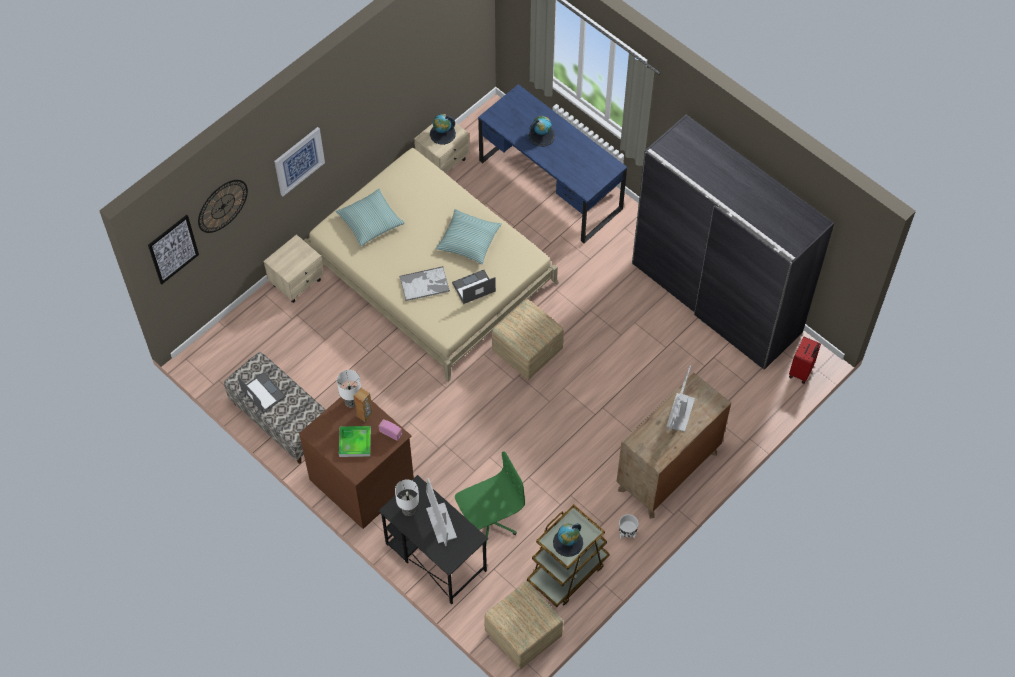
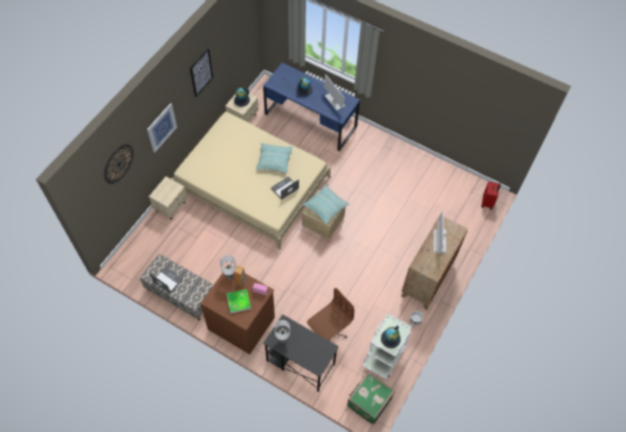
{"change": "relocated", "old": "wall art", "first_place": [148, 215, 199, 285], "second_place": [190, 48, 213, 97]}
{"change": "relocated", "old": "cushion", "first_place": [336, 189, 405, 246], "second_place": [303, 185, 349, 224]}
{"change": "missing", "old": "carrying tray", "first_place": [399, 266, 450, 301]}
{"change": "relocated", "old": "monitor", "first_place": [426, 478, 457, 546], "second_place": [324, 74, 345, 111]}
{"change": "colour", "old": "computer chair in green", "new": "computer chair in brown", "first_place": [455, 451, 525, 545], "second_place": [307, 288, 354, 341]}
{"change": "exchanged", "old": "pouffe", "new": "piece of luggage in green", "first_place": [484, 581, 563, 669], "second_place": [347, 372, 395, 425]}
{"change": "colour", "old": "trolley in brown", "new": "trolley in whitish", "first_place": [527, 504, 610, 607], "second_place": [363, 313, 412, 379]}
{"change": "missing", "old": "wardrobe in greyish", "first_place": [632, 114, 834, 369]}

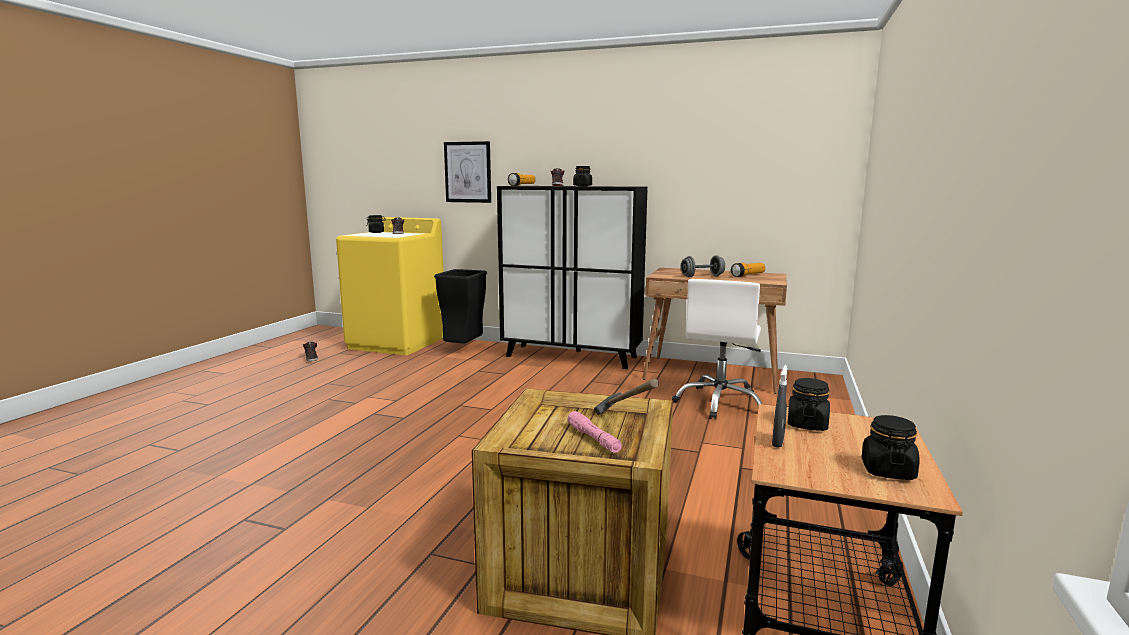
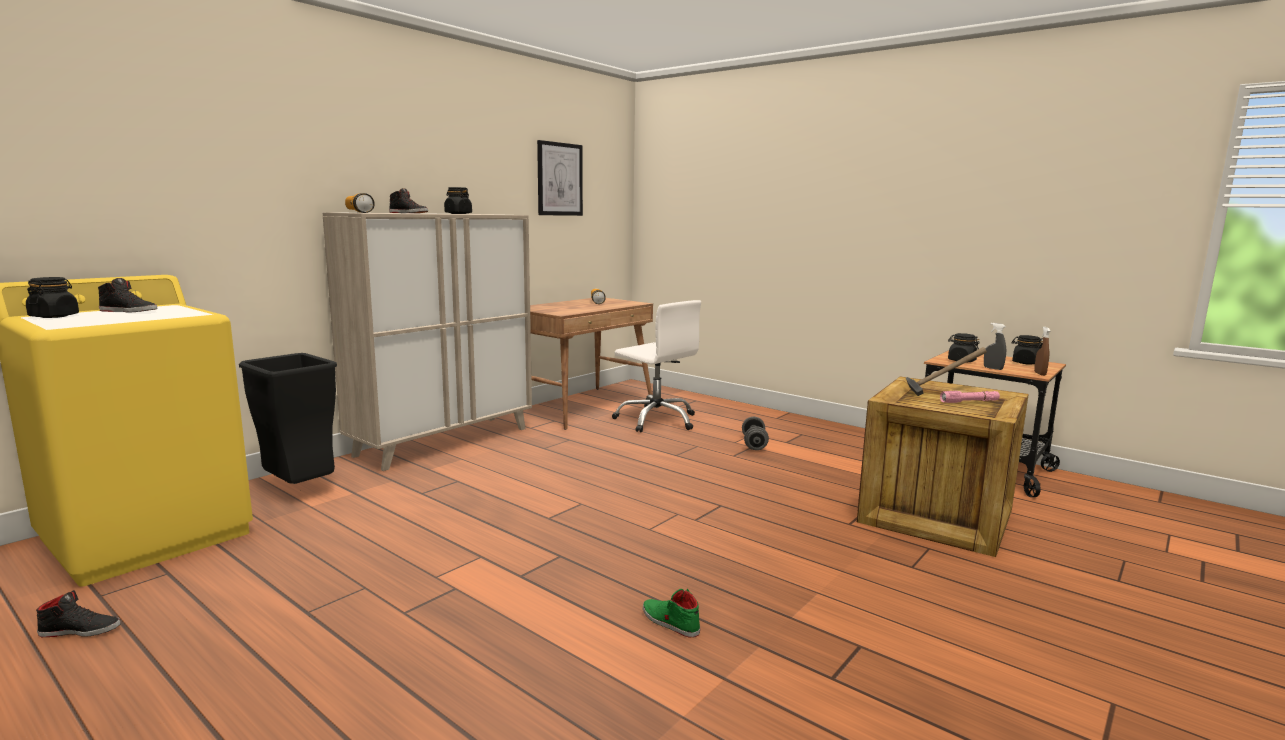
{"change": "relocated", "old": "wall art", "first_place": [444, 141, 491, 203], "second_place": [537, 140, 583, 216]}
{"change": "colour", "old": "cabinet in black", "new": "cabinet in beige-coloured", "first_place": [497, 186, 647, 369], "second_place": [323, 212, 532, 471]}
{"change": "relocated", "old": "dumbbell in greyish", "first_place": [681, 255, 725, 277], "second_place": [742, 417, 769, 450]}
{"change": "appeared", "new": "low shoe in green", "second_place": [643, 589, 700, 638]}
{"change": "appeared", "new": "hand sprayer in brown", "second_place": [1034, 327, 1050, 376]}

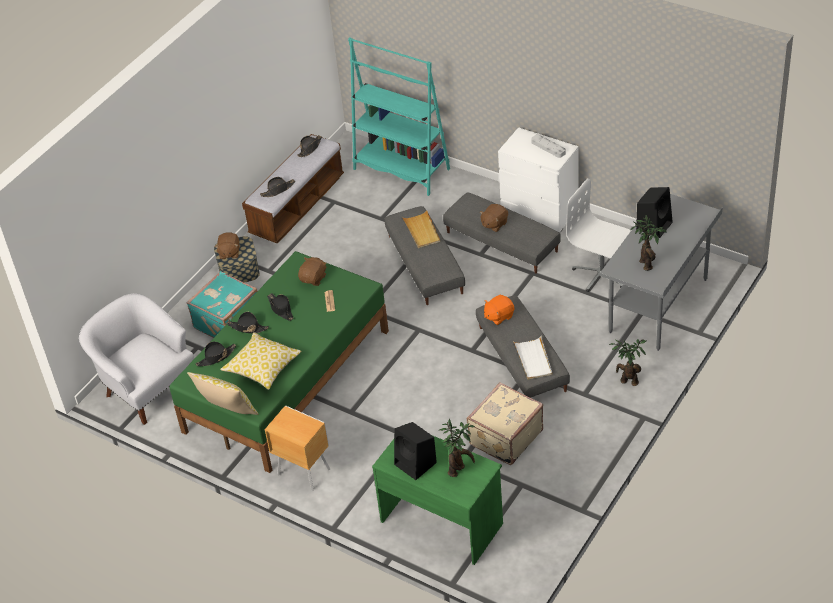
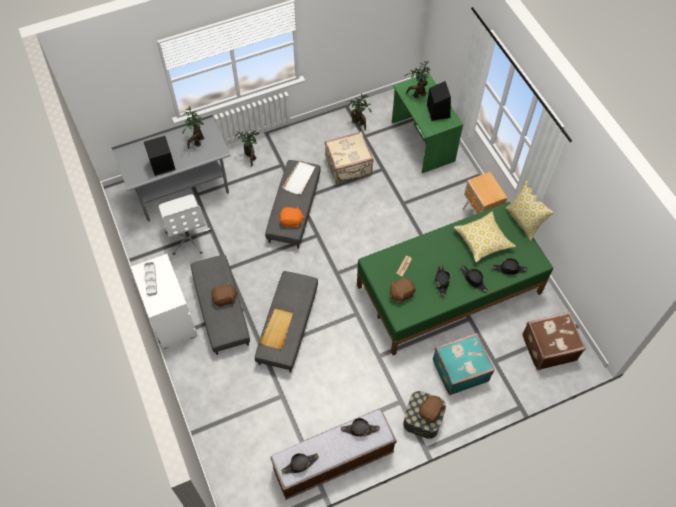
{"change": "exchanged", "old": "easy chair in whitish", "new": "piece of luggage in brown", "first_place": [79, 294, 195, 425], "second_place": [522, 312, 586, 370]}
{"change": "missing", "old": "bookcase in turquoise", "first_place": [348, 37, 450, 196]}
{"change": "appeared", "new": "plant in a pot", "second_place": [348, 94, 372, 130]}

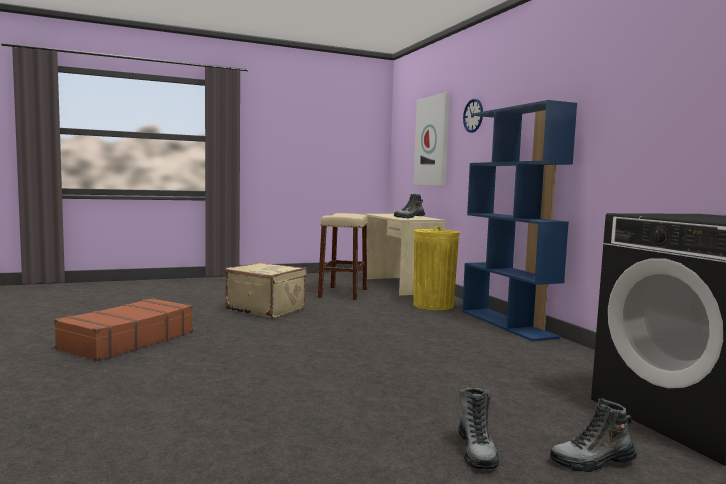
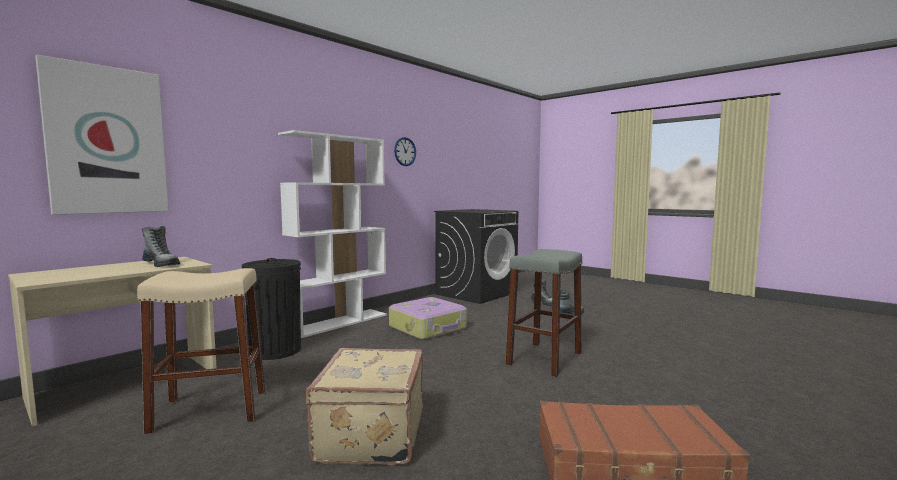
{"change": "colour", "old": "waste bin in yellow-coloured", "new": "waste bin in black", "first_place": [413, 227, 460, 310], "second_place": [242, 258, 301, 360]}
{"change": "colour", "old": "bookcase in blue", "new": "bookcase in whitish", "first_place": [462, 100, 577, 342], "second_place": [278, 130, 387, 338]}
{"change": "relocated", "old": "wall clock", "first_place": [463, 99, 483, 133], "second_place": [394, 137, 416, 166]}
{"change": "appeared", "new": "piece of luggage", "second_place": [389, 297, 467, 340]}
{"change": "appeared", "new": "sitting stool in greyish", "second_place": [506, 249, 583, 377]}

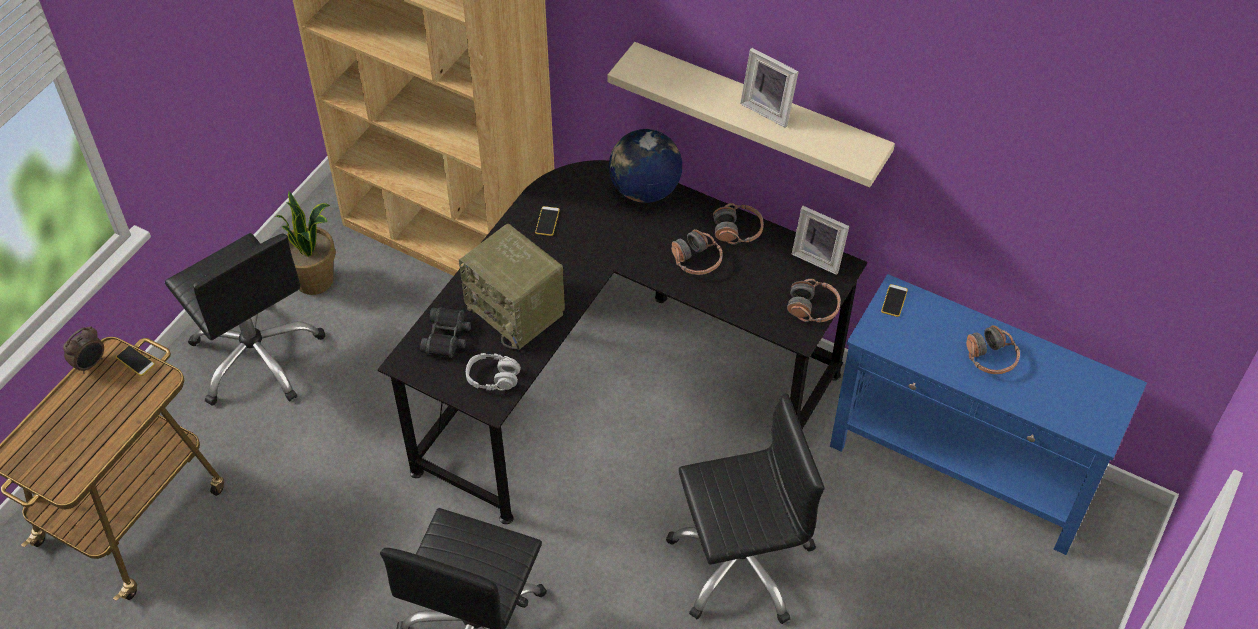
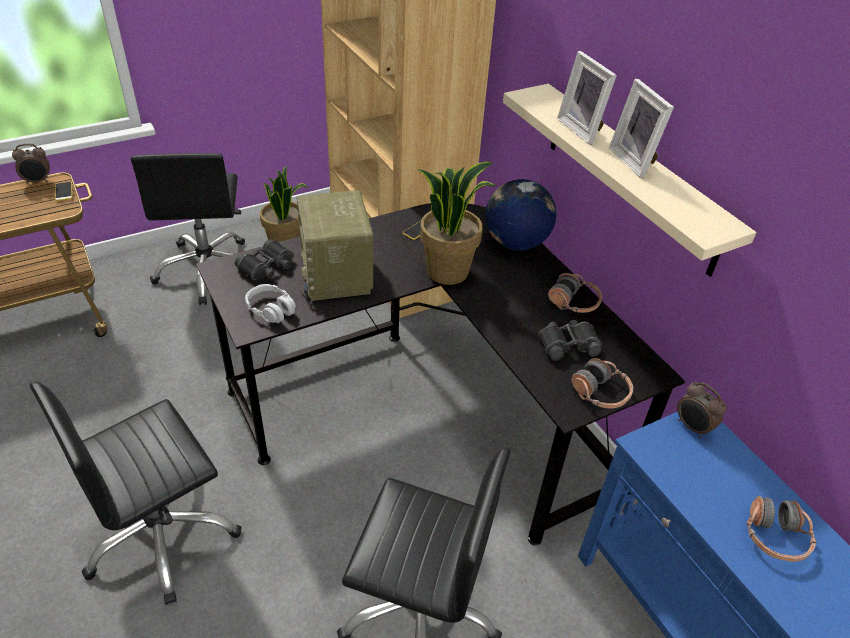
{"change": "missing", "old": "headset", "first_place": [671, 229, 723, 275]}
{"change": "relocated", "old": "standing frame", "first_place": [792, 206, 850, 275], "second_place": [557, 51, 617, 145]}
{"change": "exchanged", "old": "handset", "new": "alarm clock", "first_place": [881, 284, 908, 317], "second_place": [677, 382, 726, 438]}
{"change": "appeared", "new": "plant in a pot", "second_place": [417, 162, 497, 285]}
{"change": "appeared", "new": "pair of binoculars in black", "second_place": [538, 320, 602, 361]}

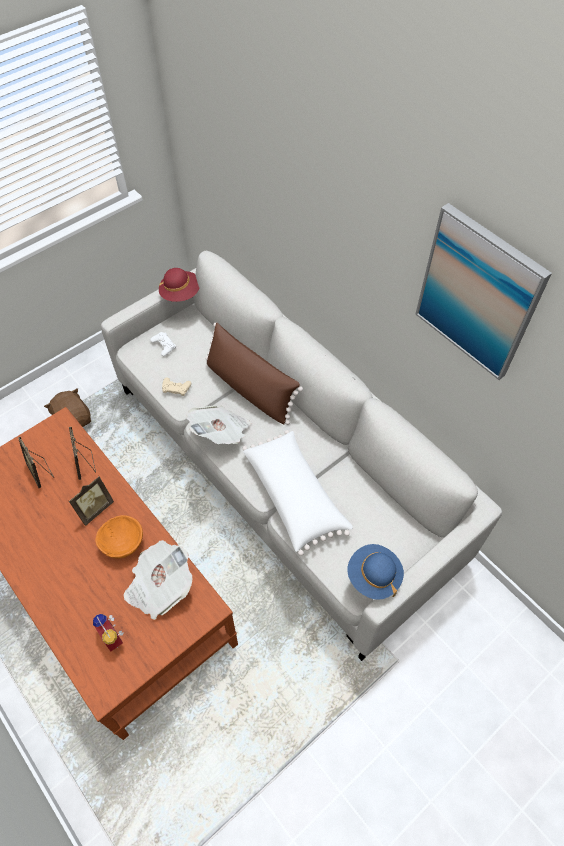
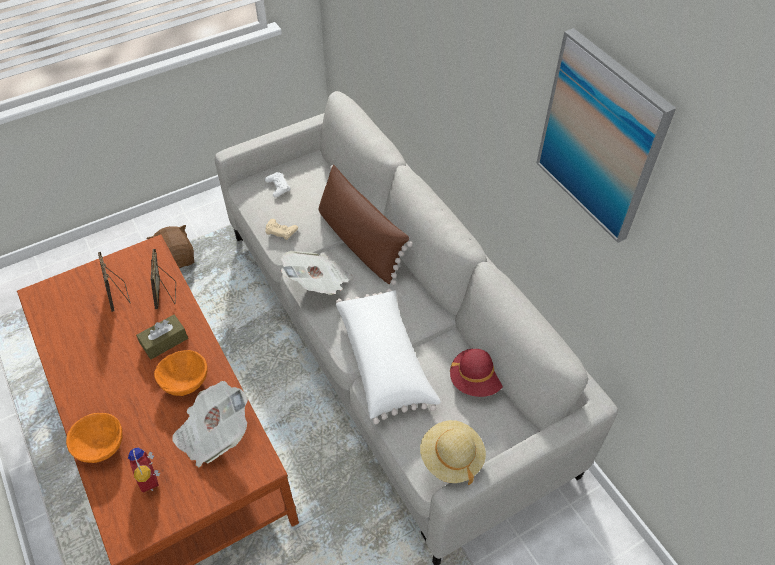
{"change": "exchanged", "old": "standing frame", "new": "tissue box in brown", "first_place": [68, 476, 114, 526], "second_place": [136, 314, 188, 360]}
{"change": "relocated", "old": "wearable hat in reddish", "first_place": [159, 268, 199, 302], "second_place": [450, 348, 503, 397]}
{"change": "colour", "old": "wearable hat in blue", "new": "wearable hat in beige-coloured", "first_place": [347, 544, 404, 600], "second_place": [420, 420, 486, 485]}
{"change": "appeared", "new": "serving bowl in orange", "second_place": [66, 413, 123, 463]}

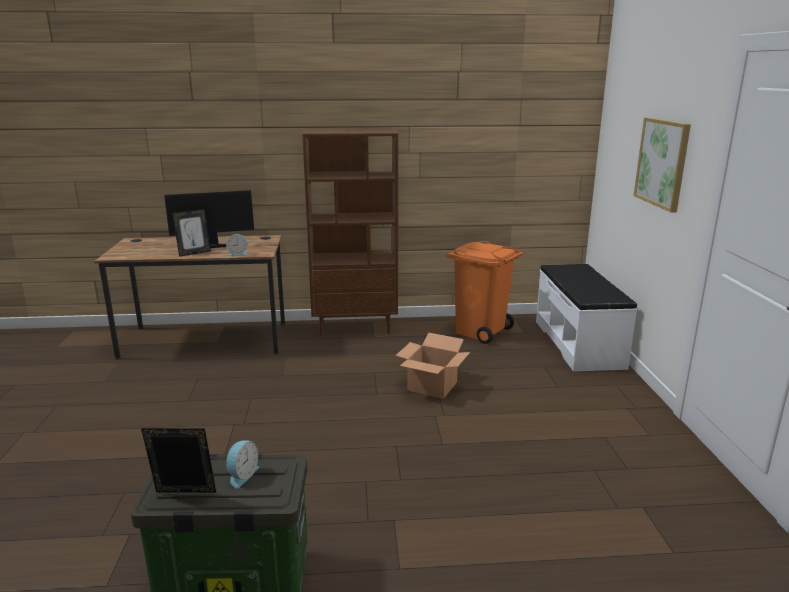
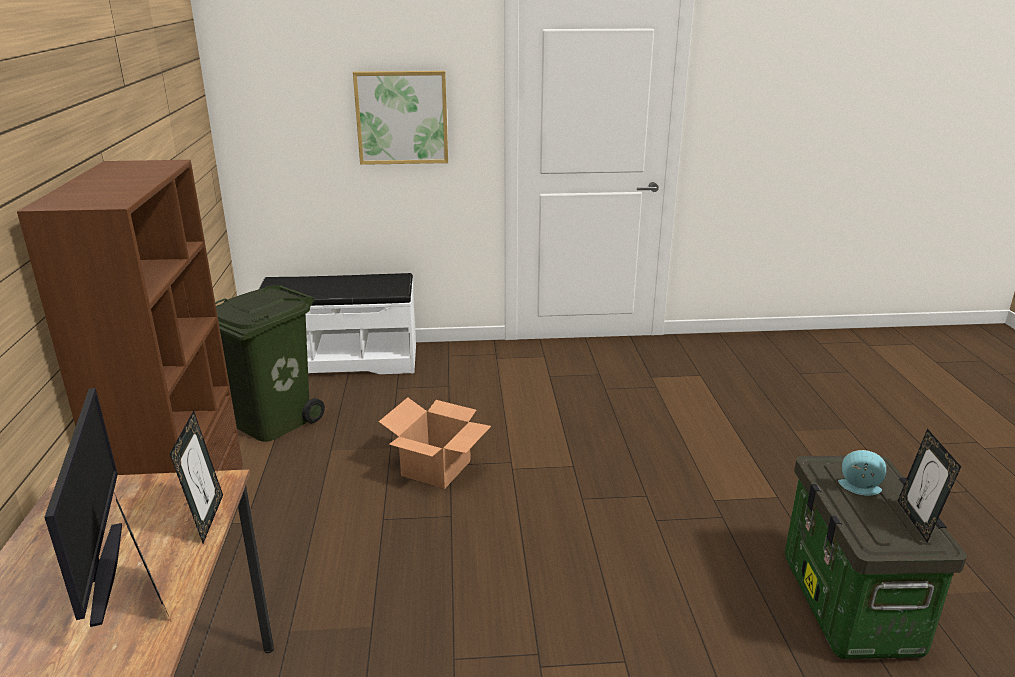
{"change": "exchanged", "old": "alarm clock", "new": "standing frame", "first_place": [226, 234, 249, 256], "second_place": [170, 411, 223, 543]}
{"change": "colour", "old": "waste bin in orange", "new": "waste bin in green", "first_place": [446, 241, 523, 344], "second_place": [215, 285, 325, 442]}

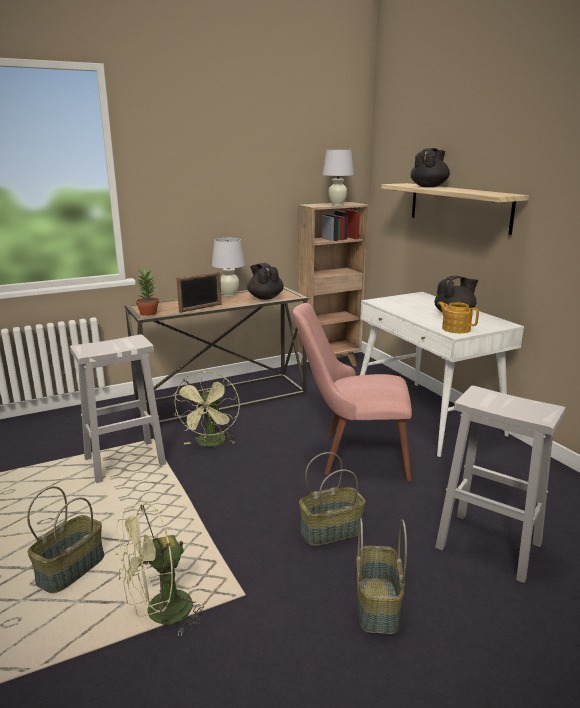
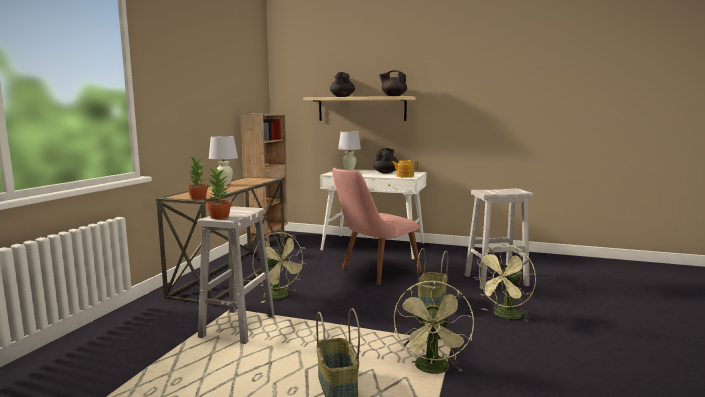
{"change": "missing", "old": "standing frame", "first_place": [177, 271, 222, 313]}
{"change": "relocated", "old": "teapot in black", "first_place": [247, 263, 284, 300], "second_place": [379, 70, 407, 96]}
{"change": "relocated", "old": "lamp for a table in whitish", "first_place": [323, 150, 354, 205], "second_place": [338, 131, 361, 170]}
{"change": "exchanged", "old": "household basket", "new": "electric fan in green", "first_place": [356, 518, 407, 634], "second_place": [474, 244, 536, 323]}
{"change": "appeared", "new": "plant in a pot", "second_place": [206, 168, 232, 219]}

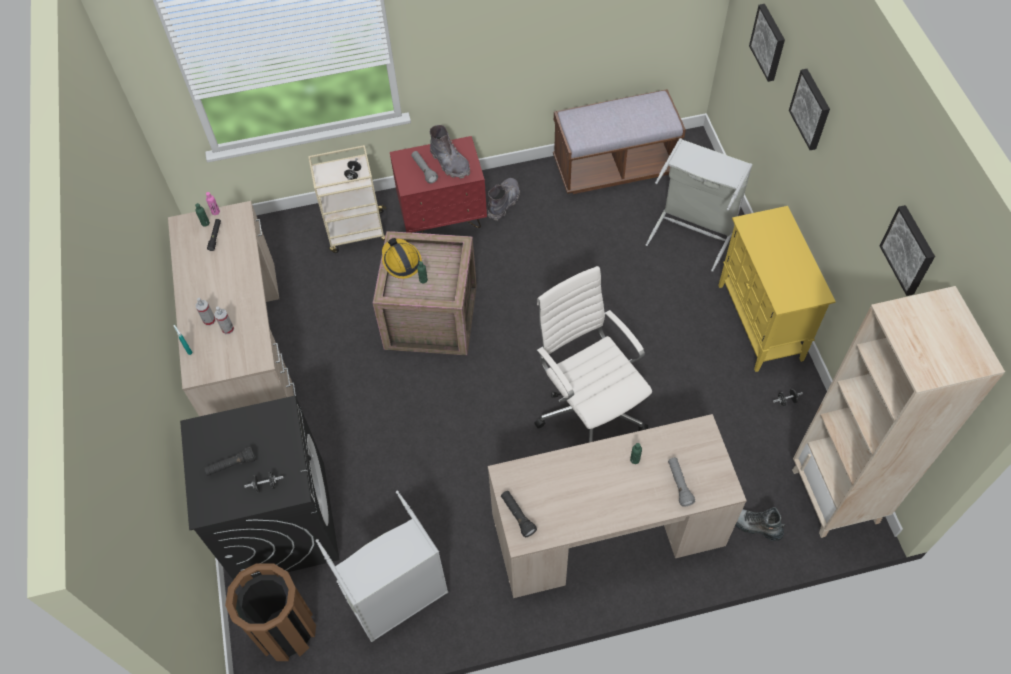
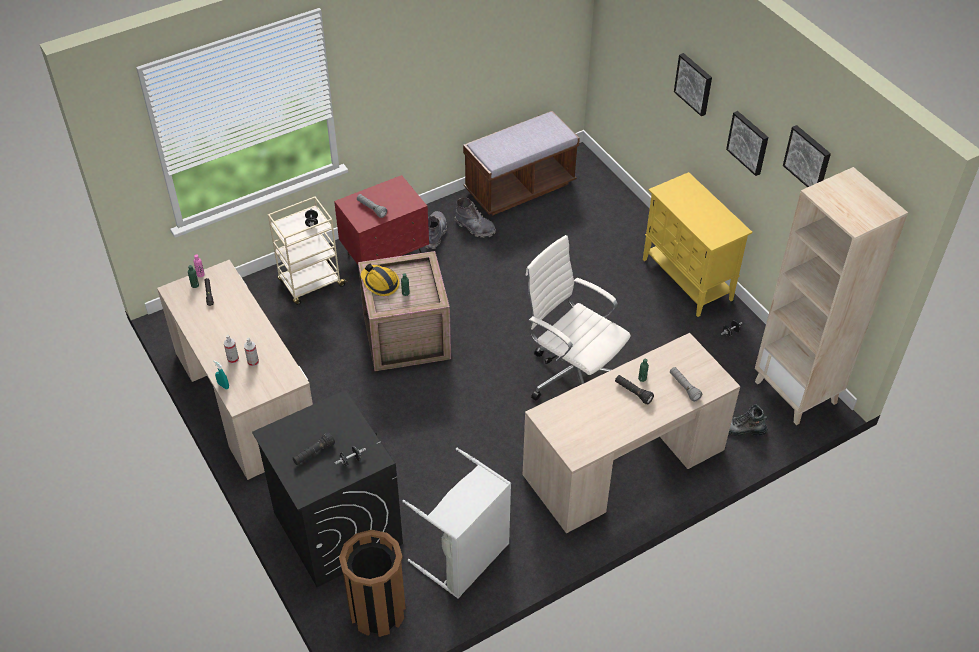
{"change": "relocated", "old": "boot in greyish", "first_place": [430, 125, 470, 179], "second_place": [455, 197, 496, 238]}
{"change": "relocated", "old": "hand torch in black", "first_place": [501, 491, 537, 537], "second_place": [615, 375, 654, 404]}
{"change": "missing", "old": "washing basket in greyish", "first_place": [646, 138, 753, 272]}
{"change": "relocated", "old": "wall art", "first_place": [749, 4, 785, 82], "second_place": [726, 111, 769, 176]}

